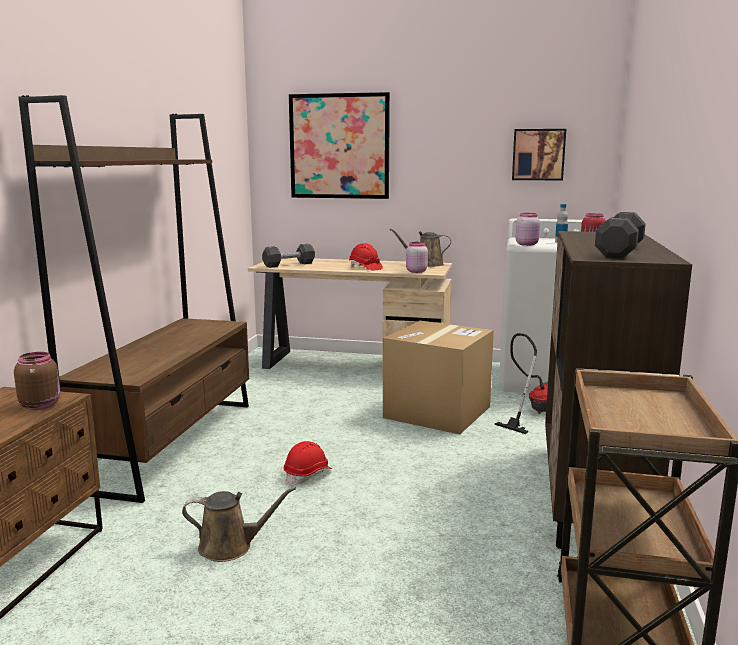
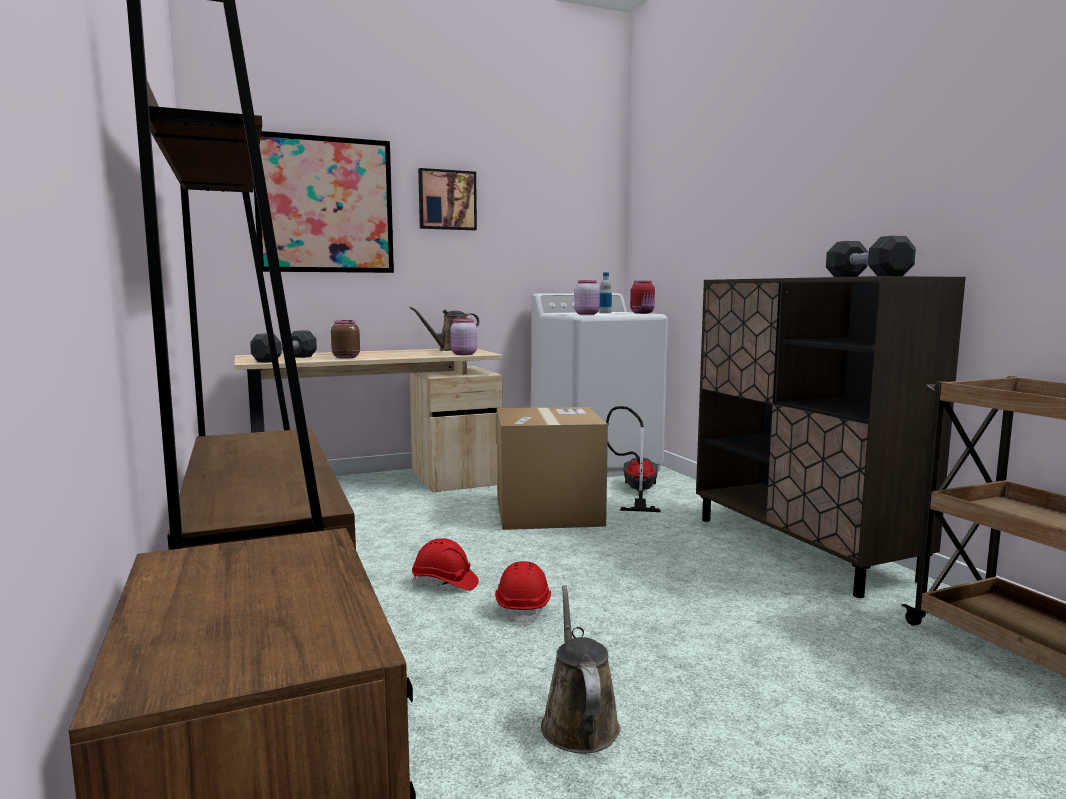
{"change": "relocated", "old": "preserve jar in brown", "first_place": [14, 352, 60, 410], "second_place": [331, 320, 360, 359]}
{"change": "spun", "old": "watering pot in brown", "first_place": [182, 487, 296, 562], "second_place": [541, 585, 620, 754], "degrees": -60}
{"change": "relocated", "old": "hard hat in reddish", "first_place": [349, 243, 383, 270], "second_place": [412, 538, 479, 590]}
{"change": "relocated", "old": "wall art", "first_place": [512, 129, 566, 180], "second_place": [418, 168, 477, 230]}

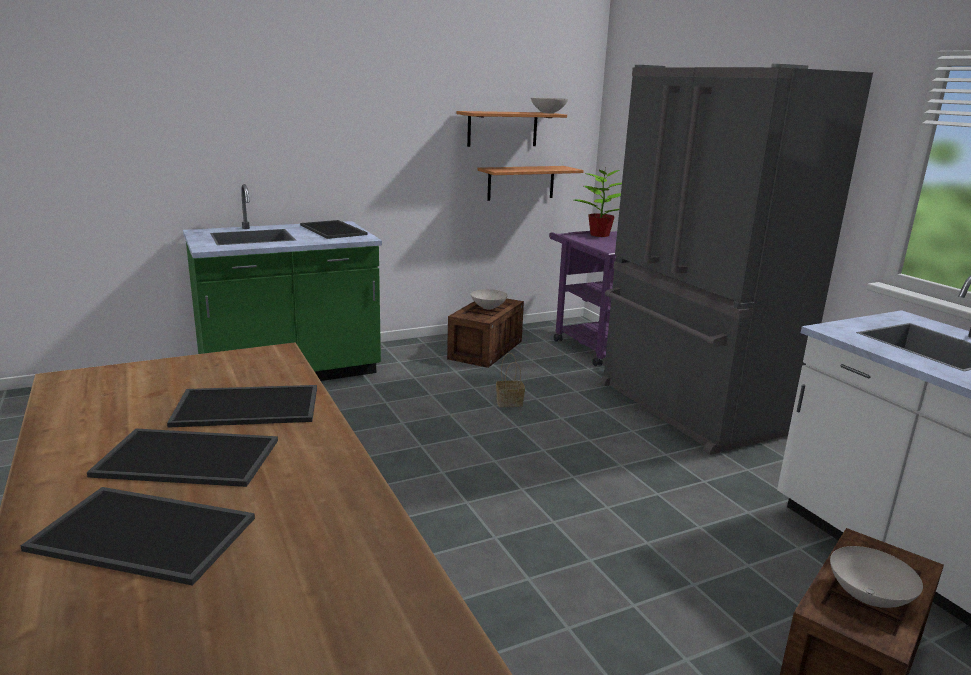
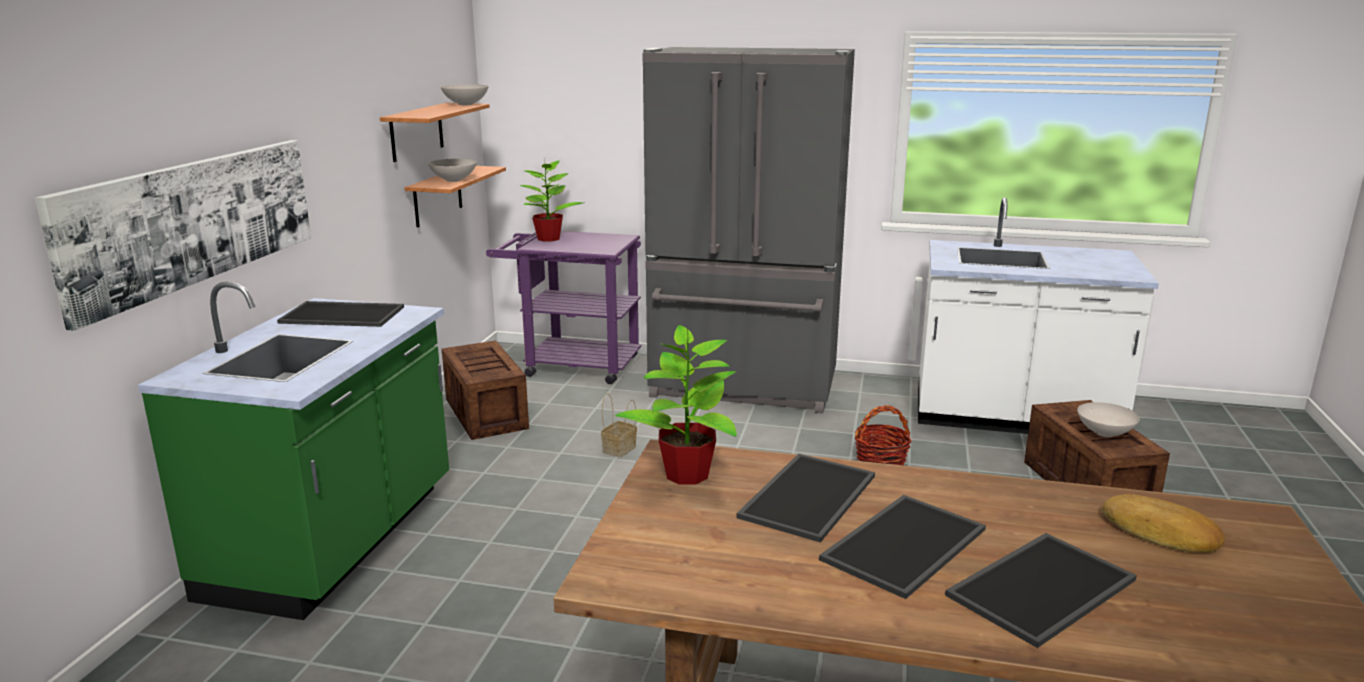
{"change": "relocated", "old": "serving bowl in whitish", "first_place": [471, 289, 508, 310], "second_place": [428, 159, 477, 182]}
{"change": "appeared", "new": "wall art", "second_place": [35, 140, 311, 331]}
{"change": "appeared", "new": "plant in a pot", "second_place": [615, 325, 737, 484]}
{"change": "appeared", "new": "household basket", "second_place": [855, 405, 912, 465]}
{"change": "appeared", "new": "baked bread", "second_place": [1103, 494, 1225, 552]}

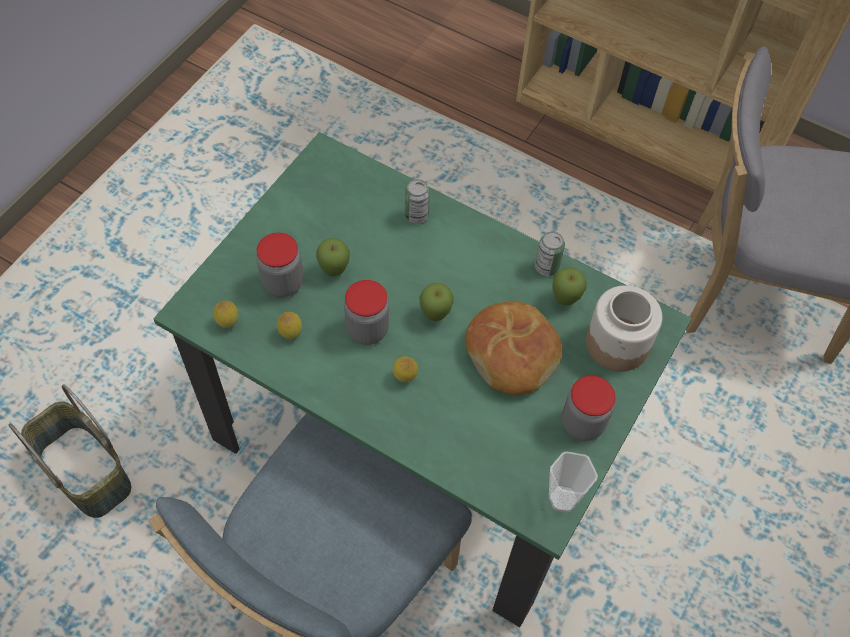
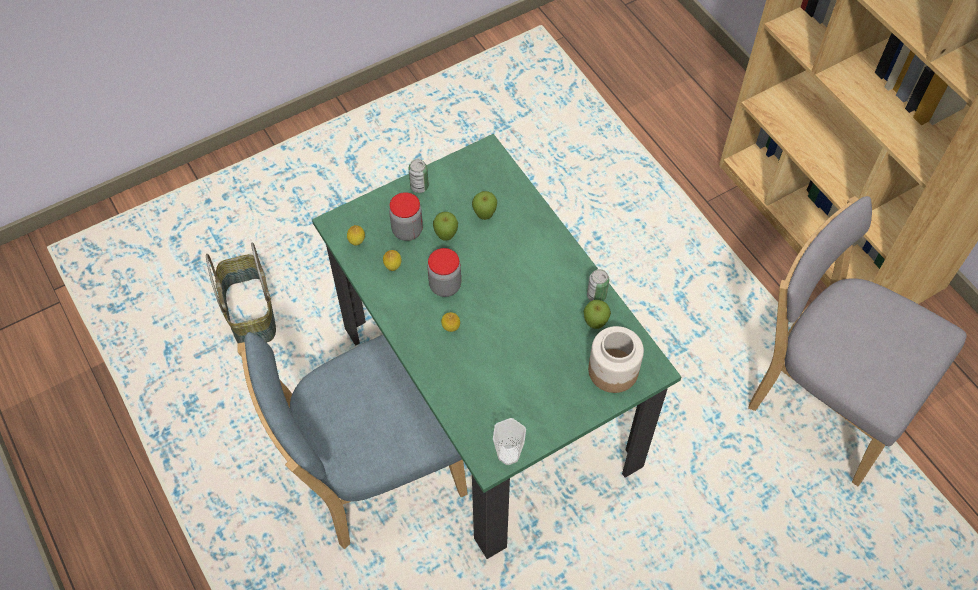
{"change": "relocated", "old": "can", "first_place": [405, 179, 430, 224], "second_place": [408, 159, 429, 193]}
{"change": "relocated", "old": "whole apple", "first_place": [419, 283, 454, 321], "second_place": [472, 191, 497, 220]}
{"change": "missing", "old": "baked bread", "first_place": [466, 302, 562, 395]}
{"change": "missing", "old": "preserve jar", "first_place": [562, 376, 616, 441]}

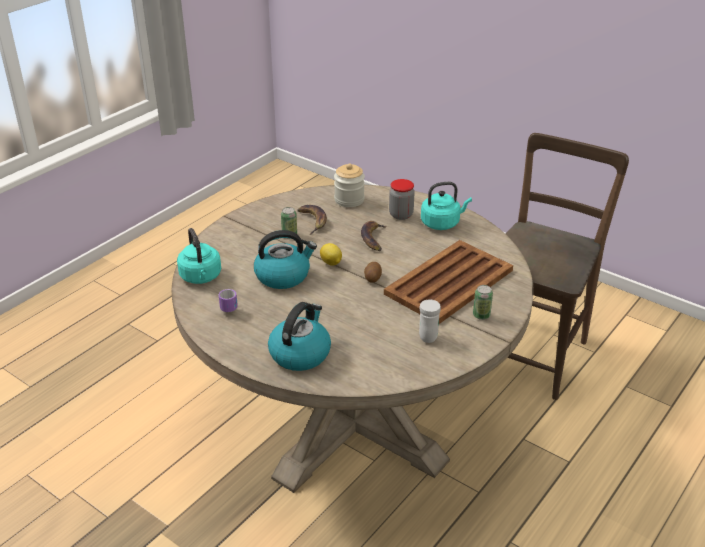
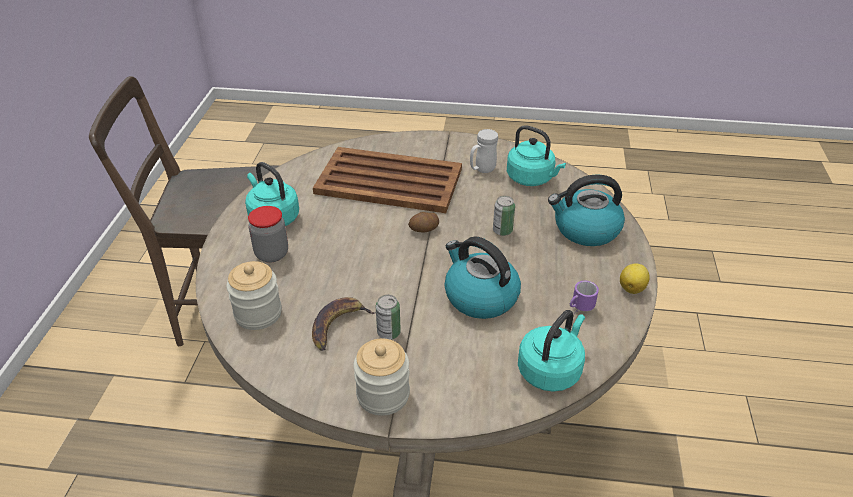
{"change": "relocated", "old": "citrus fruit", "first_place": [320, 243, 342, 266], "second_place": [620, 263, 650, 294]}
{"change": "missing", "old": "whole banana", "first_place": [361, 221, 387, 251]}
{"change": "relocated", "old": "can", "first_place": [473, 285, 493, 320], "second_place": [493, 196, 515, 236]}
{"change": "appeared", "new": "preserve jar", "second_place": [353, 339, 410, 416]}
{"change": "appeared", "new": "kettle in turquoise", "second_place": [507, 125, 566, 186]}

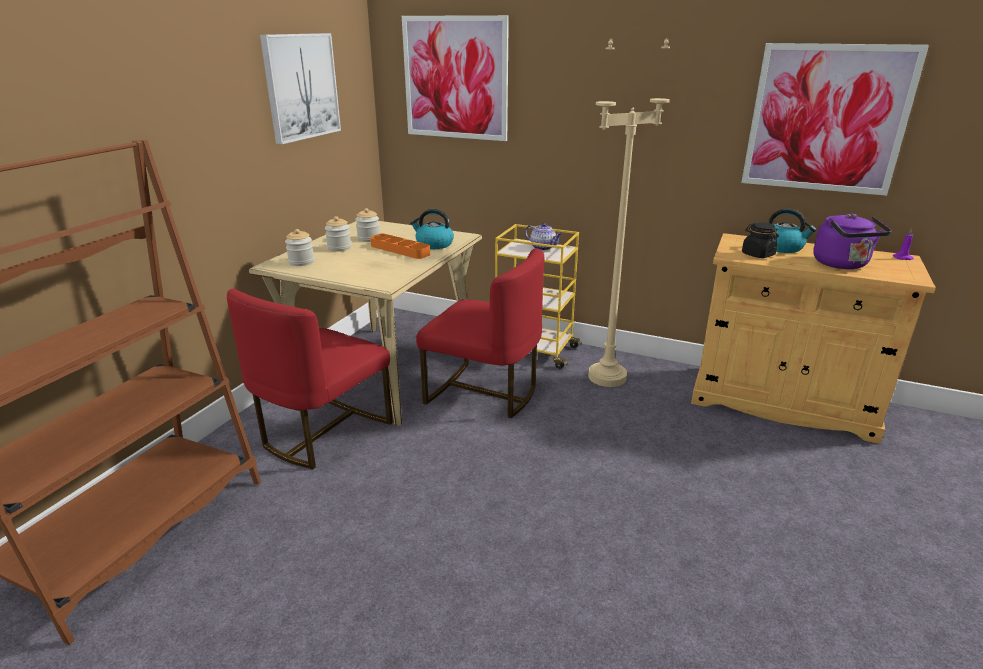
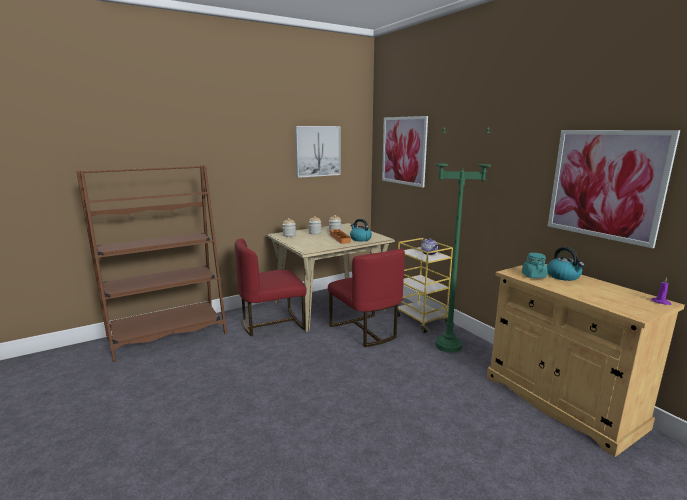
{"change": "colour", "old": "standing lamp in beige-coloured", "new": "standing lamp in green", "first_place": [588, 38, 670, 387], "second_place": [435, 127, 491, 353]}
{"change": "colour", "old": "preserve jar in black", "new": "preserve jar in turquoise", "first_place": [742, 222, 779, 258], "second_place": [522, 253, 548, 278]}
{"change": "missing", "old": "kettle in purplish", "first_place": [813, 213, 892, 269]}

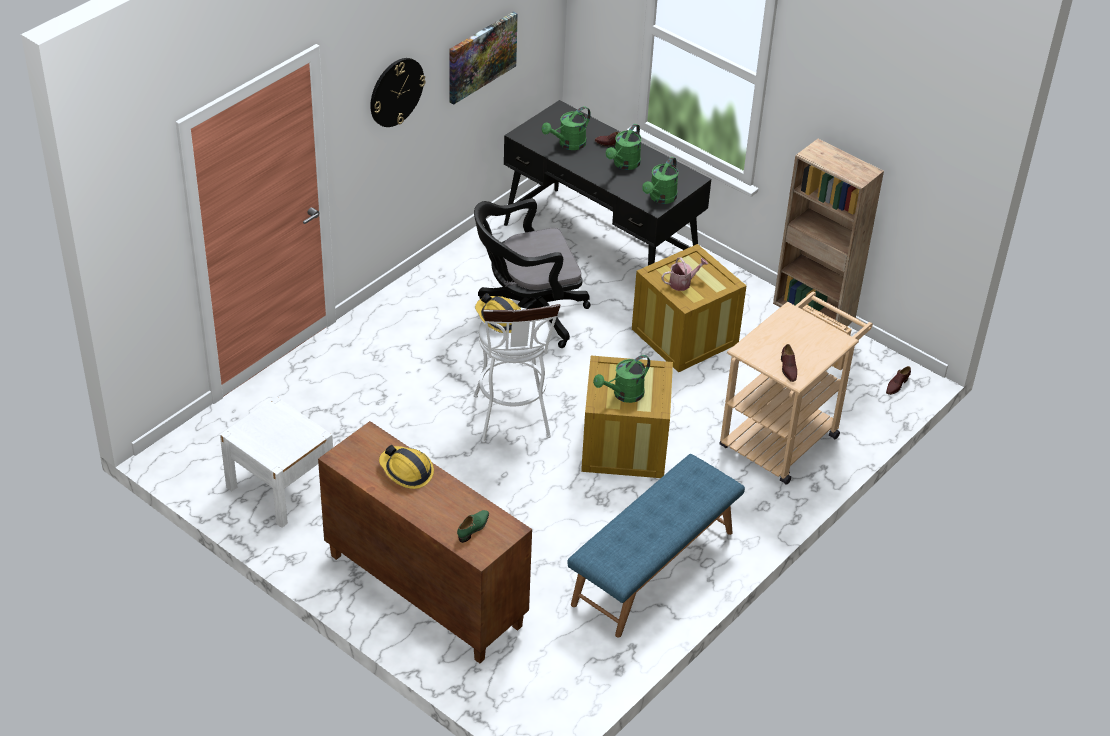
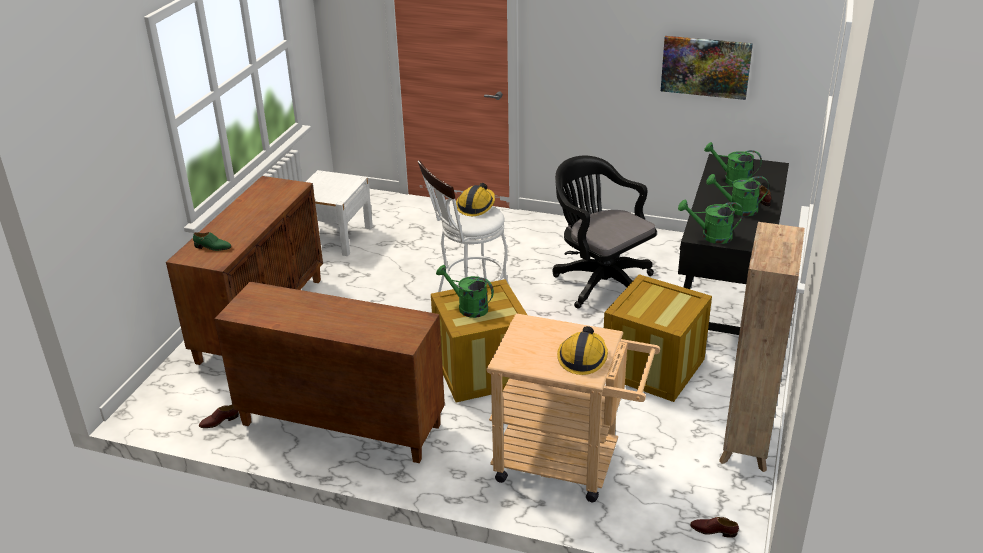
{"change": "missing", "old": "wall clock", "first_place": [370, 58, 425, 127]}
{"change": "relocated", "old": "hard hat", "first_place": [379, 445, 434, 489], "second_place": [557, 326, 608, 375]}
{"change": "exchanged", "old": "bench in blue", "new": "cabinet in brown", "first_place": [567, 454, 745, 638], "second_place": [214, 282, 445, 463]}
{"change": "missing", "old": "watering pot", "first_place": [662, 257, 708, 291]}
{"change": "relocated", "old": "low shoe in brown", "first_place": [781, 344, 797, 382], "second_place": [199, 405, 239, 428]}

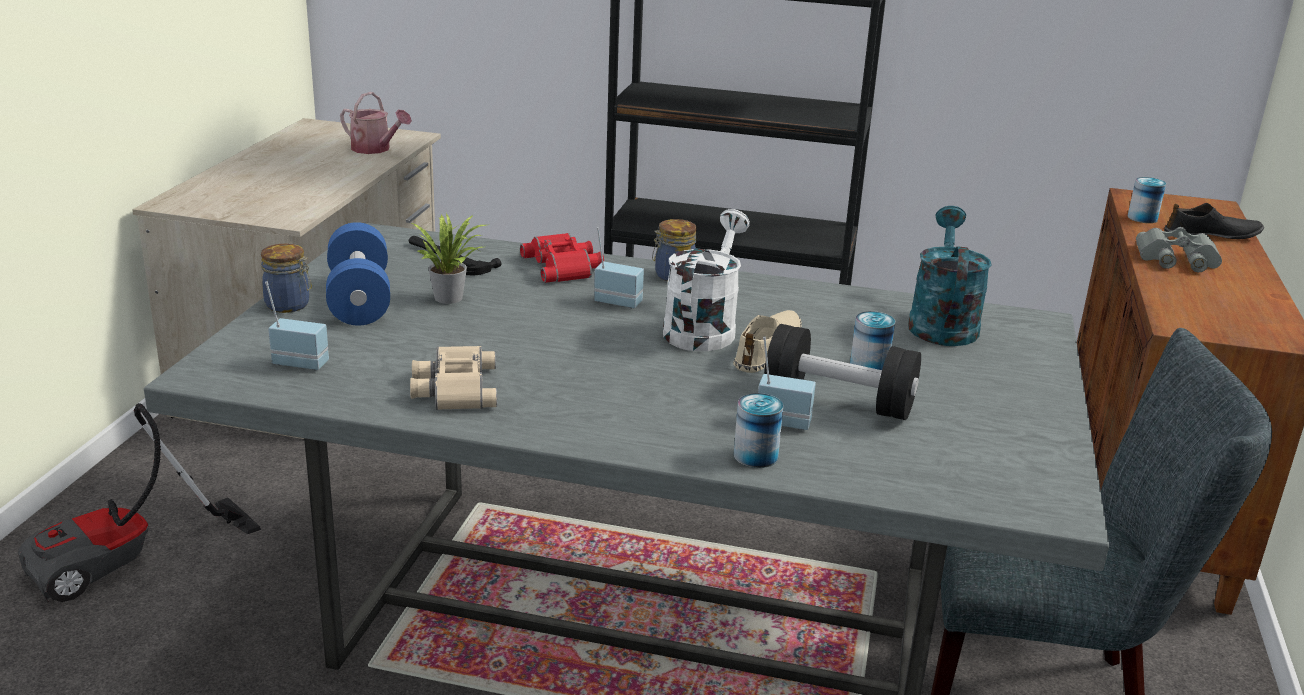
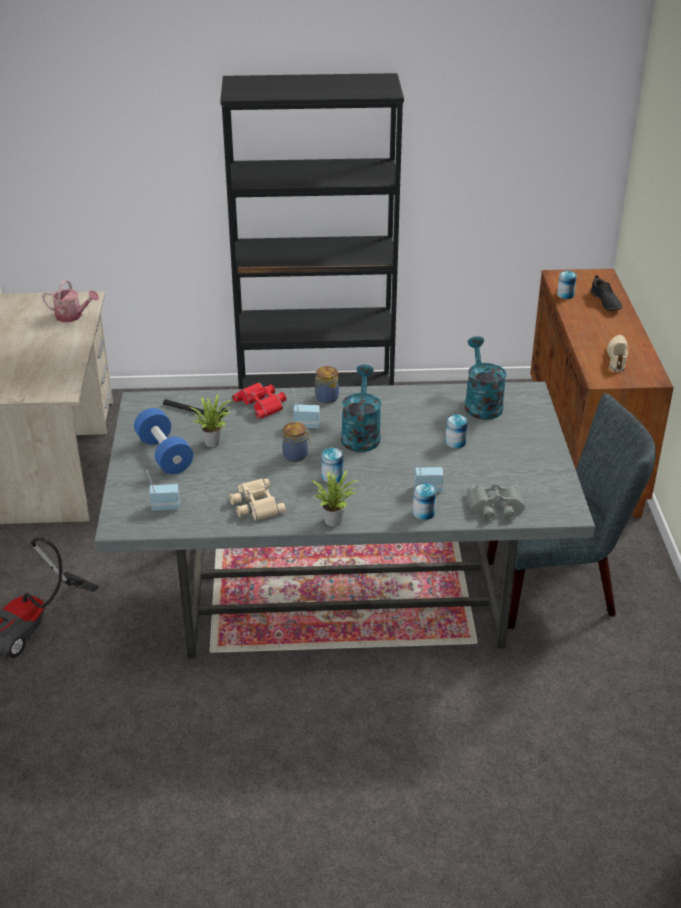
{"change": "relocated", "old": "preserve jar", "first_place": [261, 244, 312, 313], "second_place": [282, 422, 311, 462]}
{"change": "colour", "old": "watering pot in whitish", "new": "watering pot in turquoise", "first_place": [663, 209, 750, 351], "second_place": [341, 365, 381, 452]}
{"change": "relocated", "old": "low shoe in beige-coloured", "first_place": [733, 310, 802, 373], "second_place": [607, 335, 628, 372]}
{"change": "missing", "old": "dumbbell in black", "first_place": [764, 324, 921, 420]}
{"change": "relocated", "old": "pair of binoculars in greyish", "first_place": [1136, 227, 1222, 273], "second_place": [467, 483, 525, 521]}
{"change": "spun", "old": "low shoe in black", "first_place": [1164, 203, 1264, 239], "second_place": [591, 275, 622, 311], "degrees": 90}
{"change": "appeared", "new": "plant in a pot", "second_place": [311, 470, 360, 527]}
{"change": "appeared", "new": "can", "second_place": [322, 448, 343, 483]}

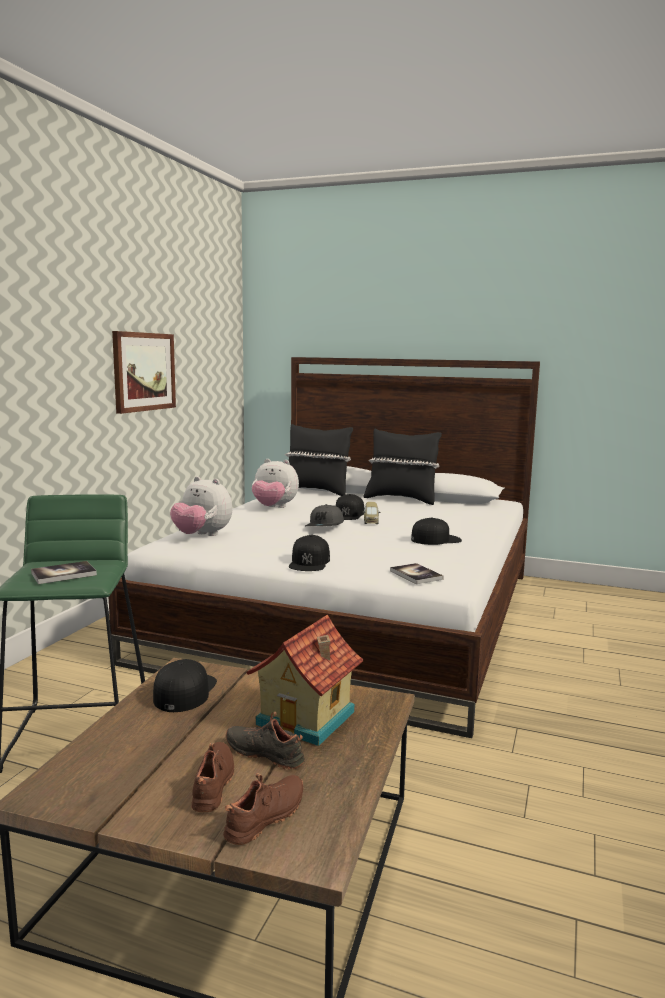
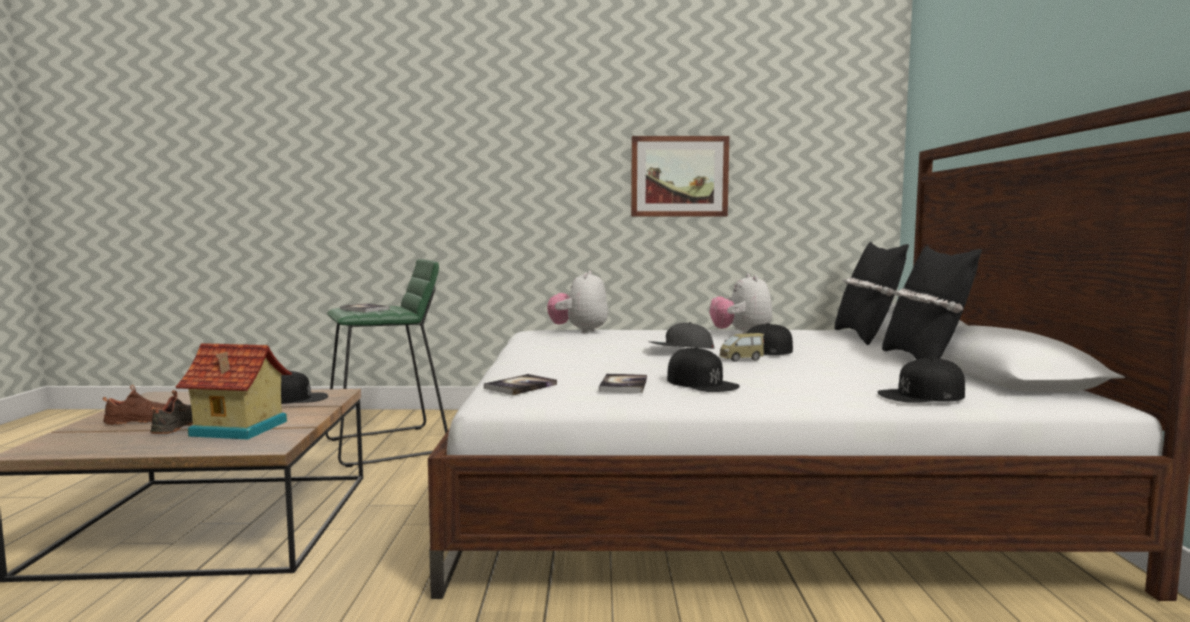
{"change": "missing", "old": "low shoe in brown", "first_place": [223, 773, 303, 845]}
{"change": "relocated", "old": "baseball cap in black", "first_place": [289, 535, 330, 571], "second_place": [878, 357, 965, 403]}
{"change": "appeared", "new": "bound book", "second_place": [599, 374, 647, 393]}

